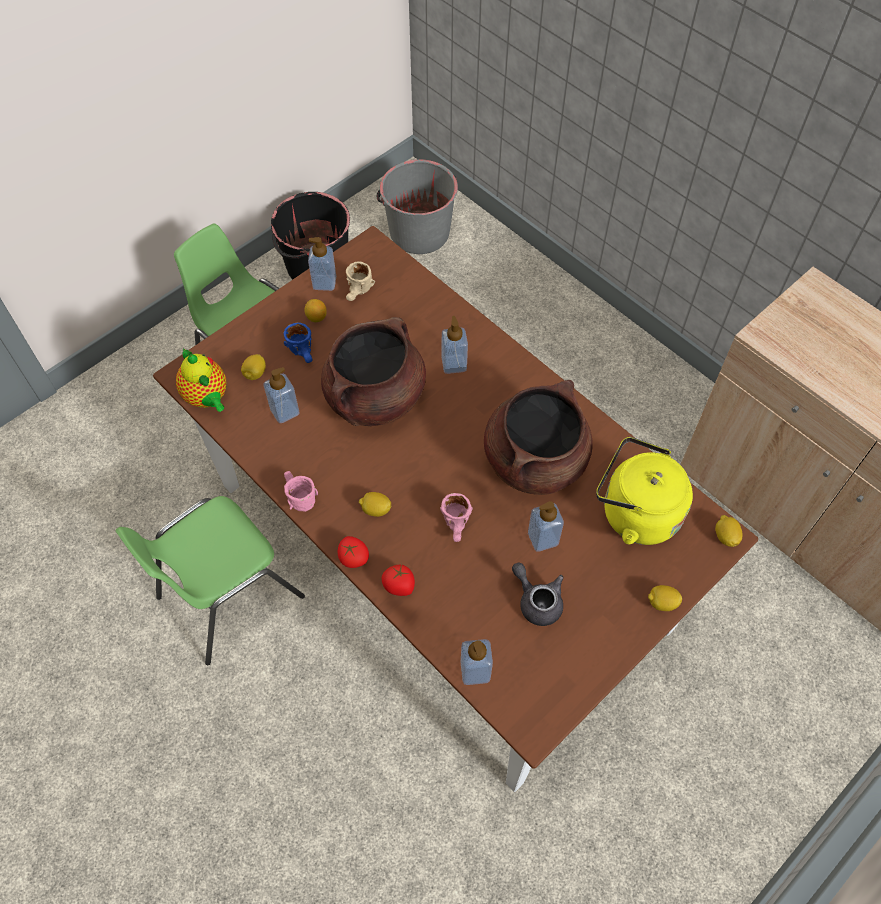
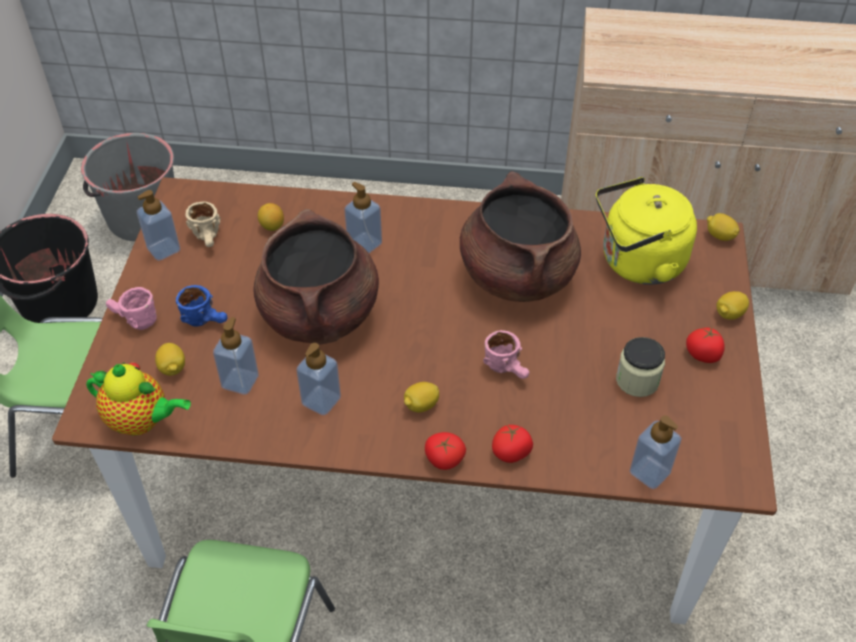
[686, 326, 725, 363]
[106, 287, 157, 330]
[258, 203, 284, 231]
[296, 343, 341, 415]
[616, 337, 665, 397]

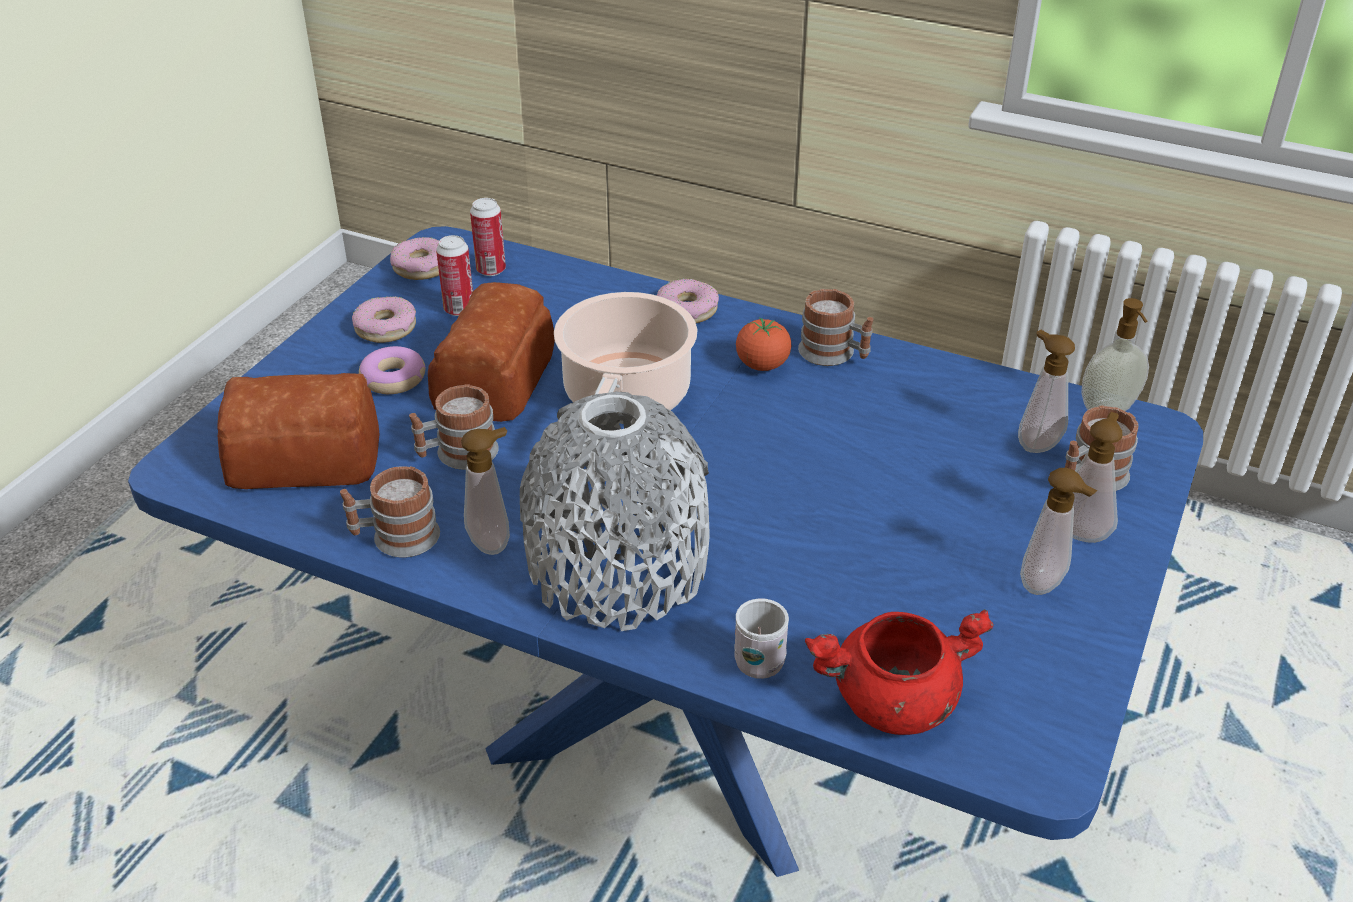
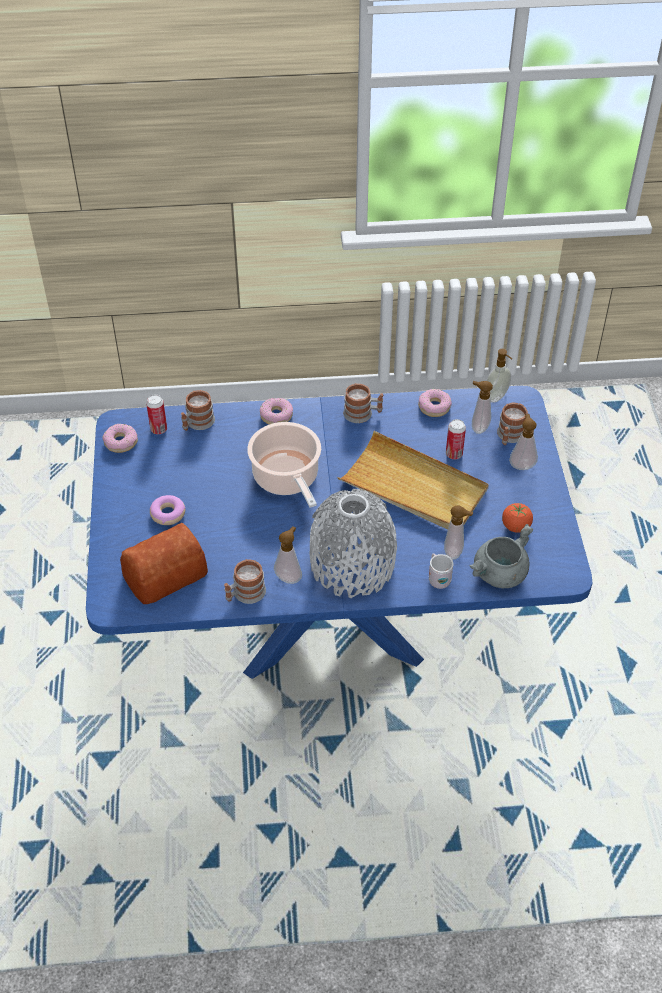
[428, 282, 555, 422] (first image)
[338, 431, 489, 530]
[418, 389, 452, 417]
[181, 390, 215, 431]
[446, 419, 466, 459]
[502, 503, 533, 533]
[444, 506, 473, 560]
[470, 524, 533, 588]

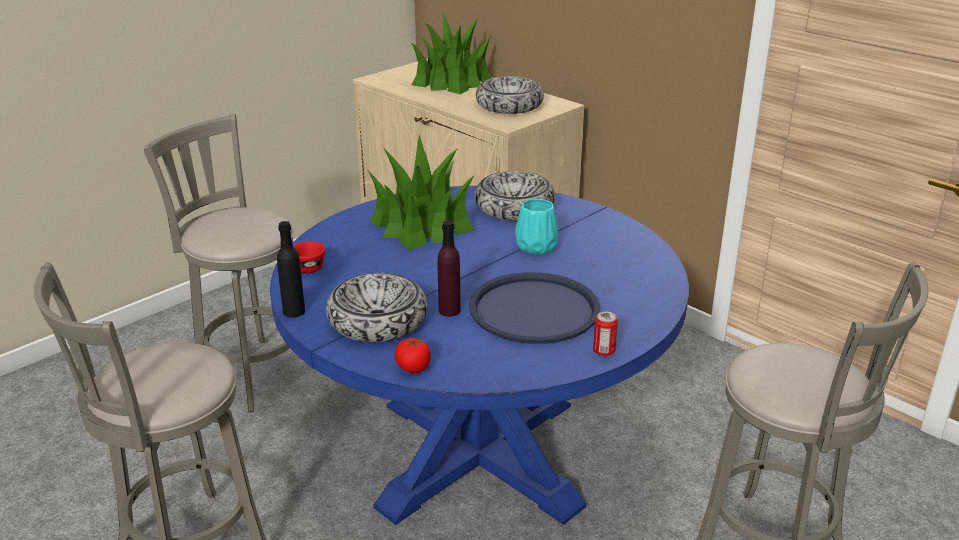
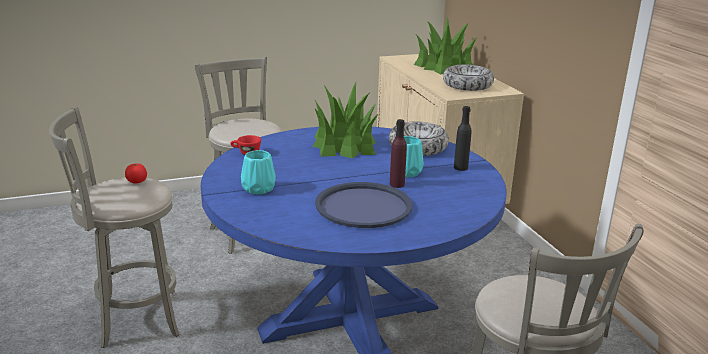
[593, 311, 618, 356] (first image)
[454, 106, 471, 171]
[125, 164, 147, 184]
[390, 119, 407, 188]
[241, 150, 276, 194]

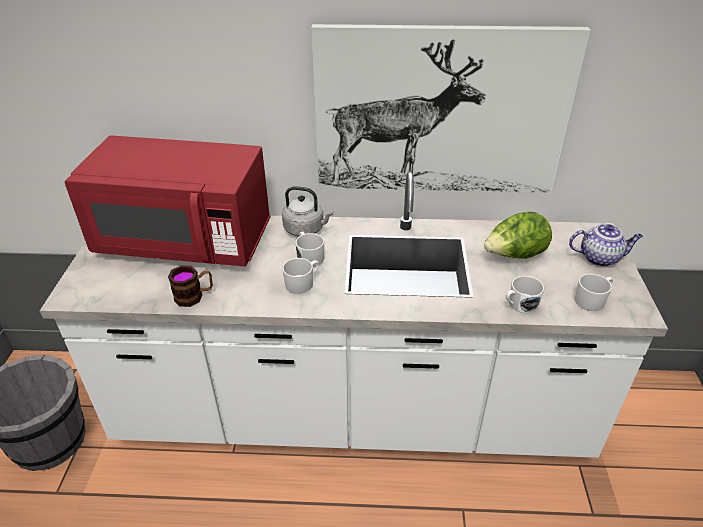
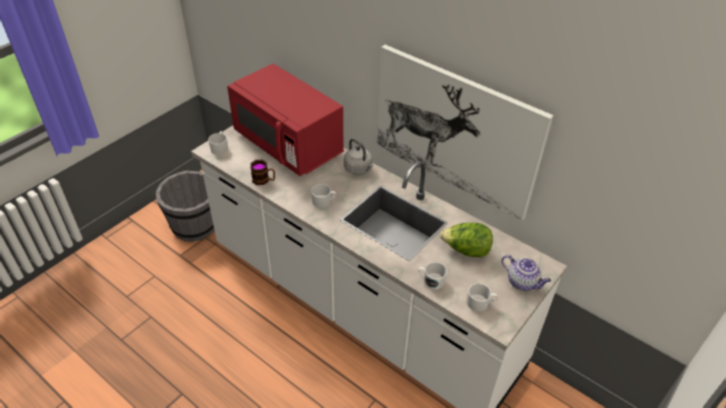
[208, 131, 228, 155]

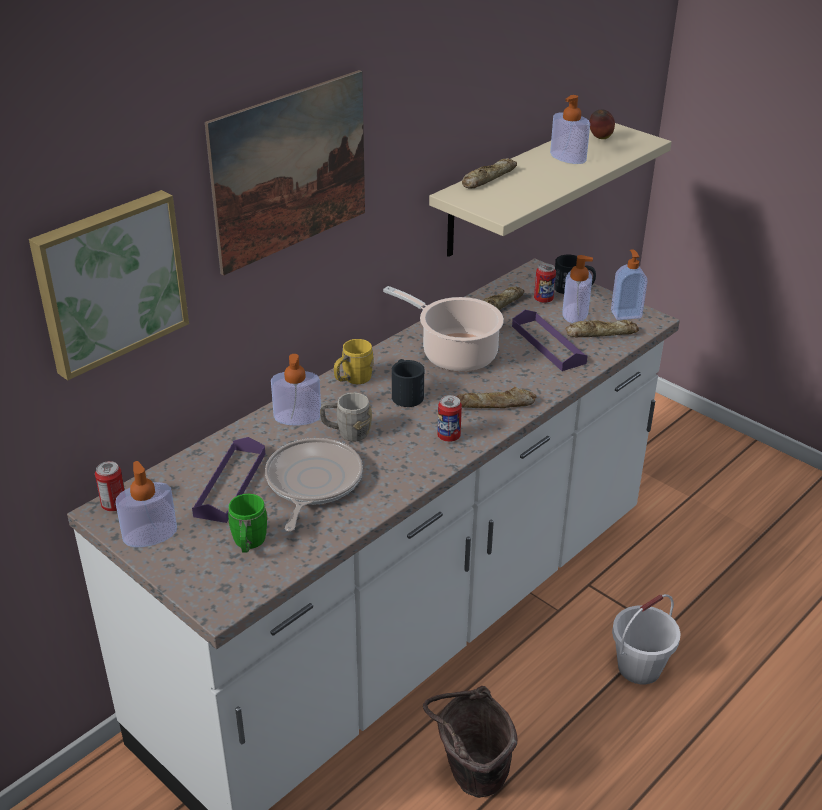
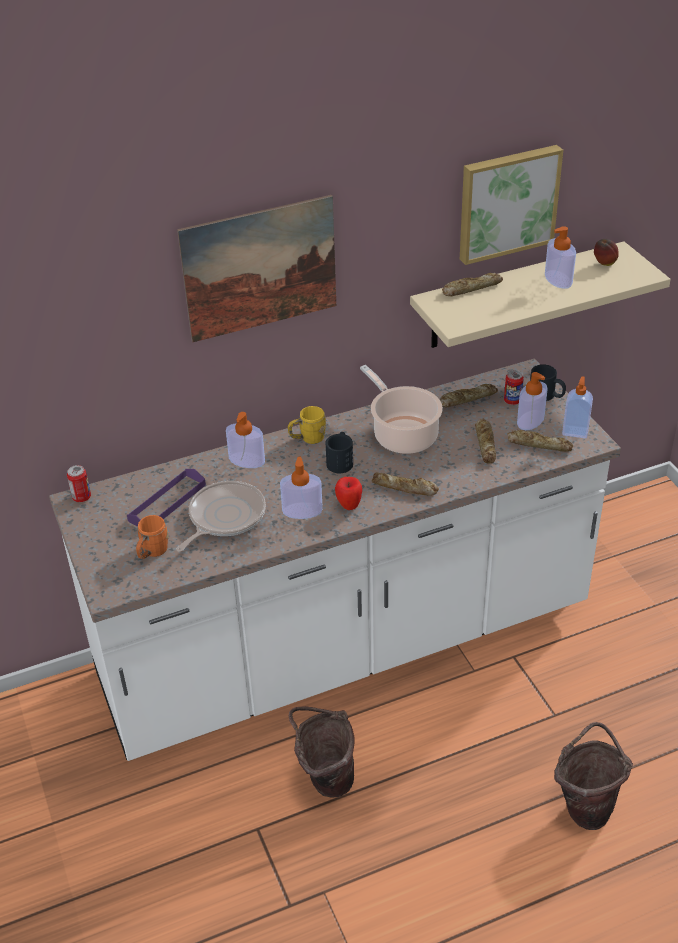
[320, 393, 372, 442] (first image)
[612, 594, 681, 684] (first image)
[554, 722, 633, 830]
[460, 145, 563, 265]
[280, 457, 323, 519]
[335, 477, 362, 510]
[475, 419, 496, 464]
[136, 515, 169, 559]

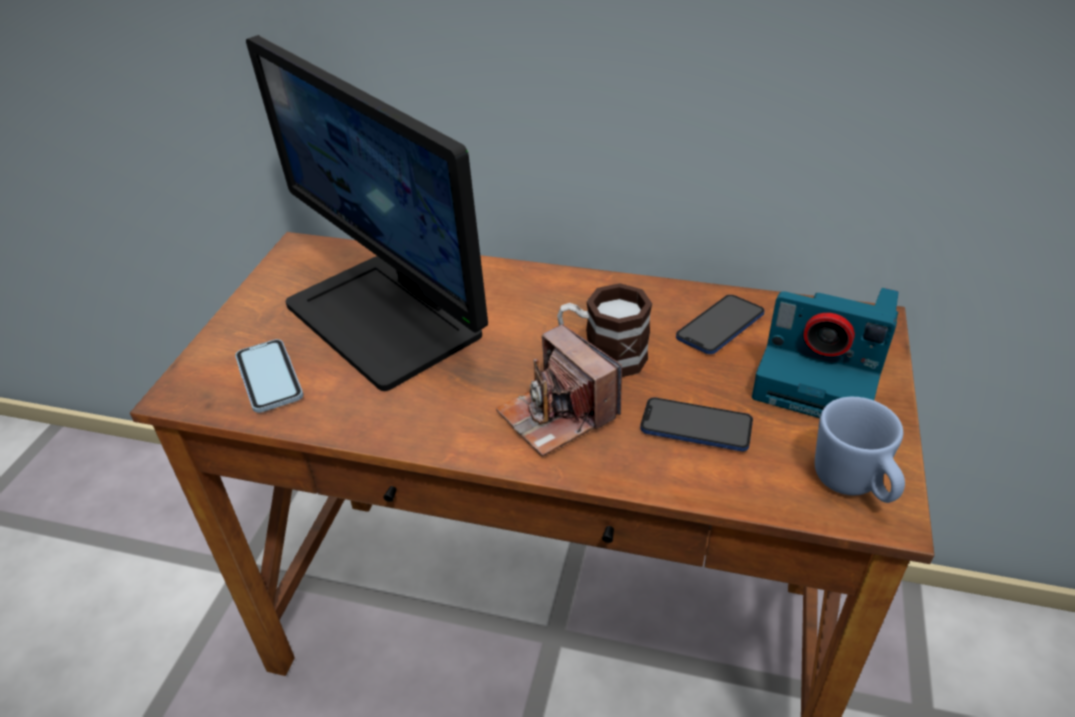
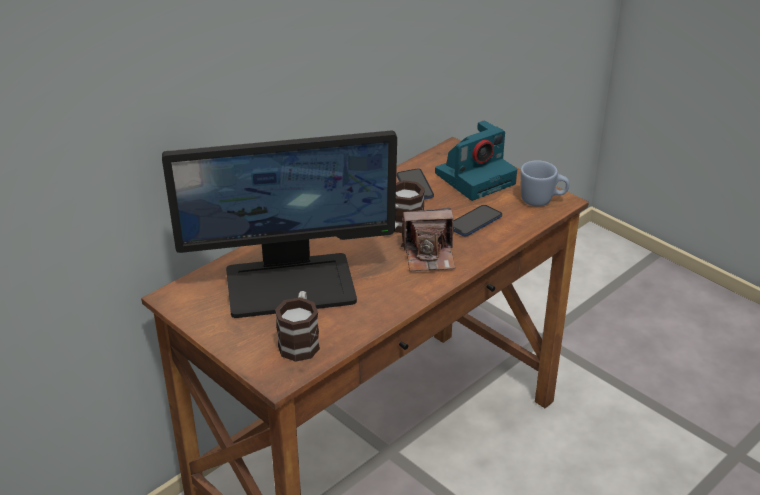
[275, 291, 320, 362]

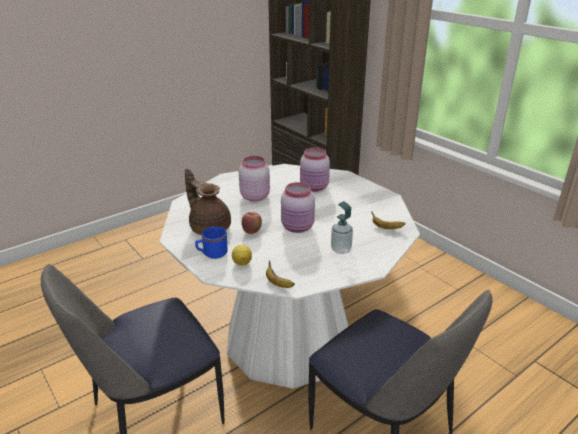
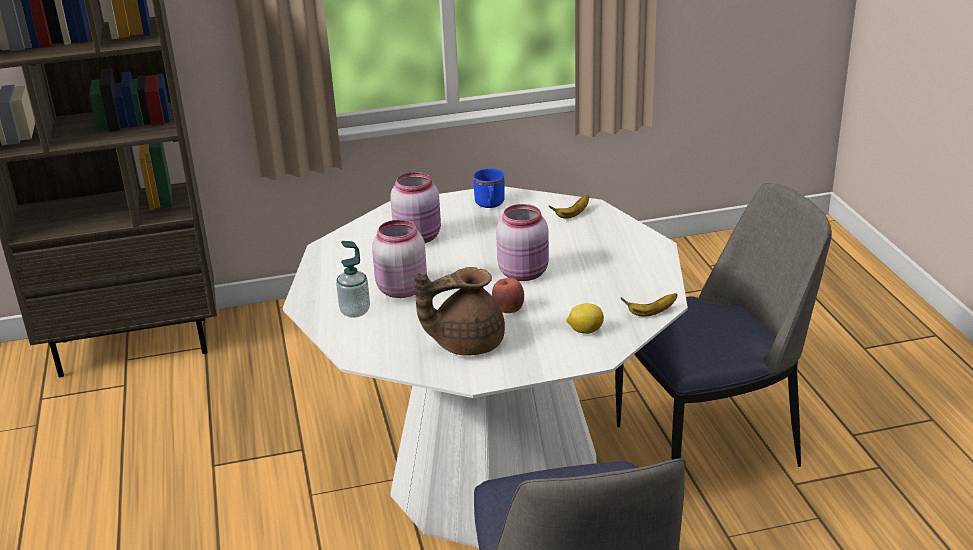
[473, 168, 505, 208]
[336, 241, 370, 318]

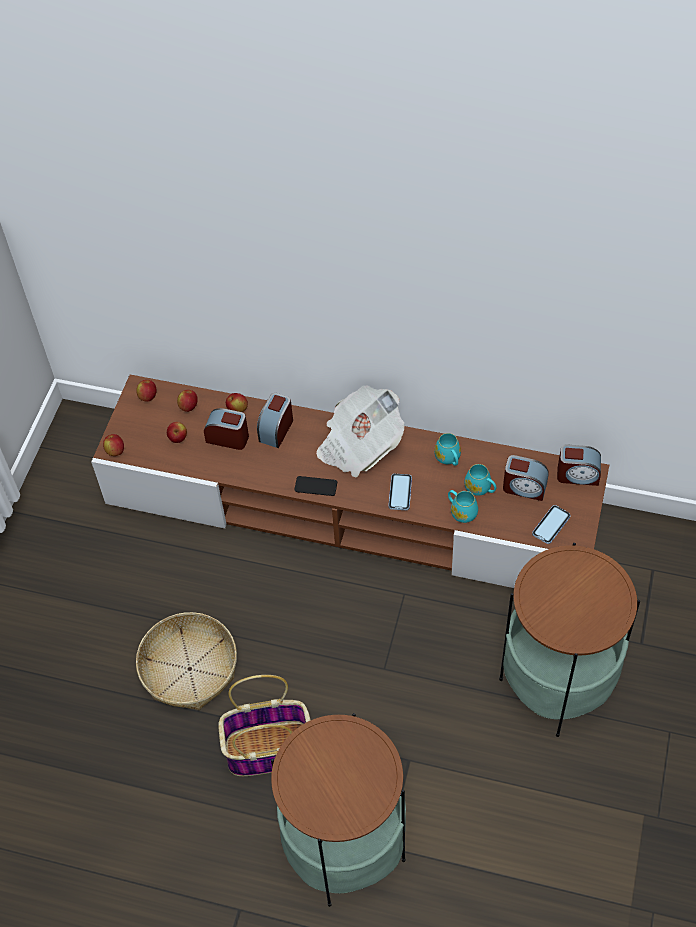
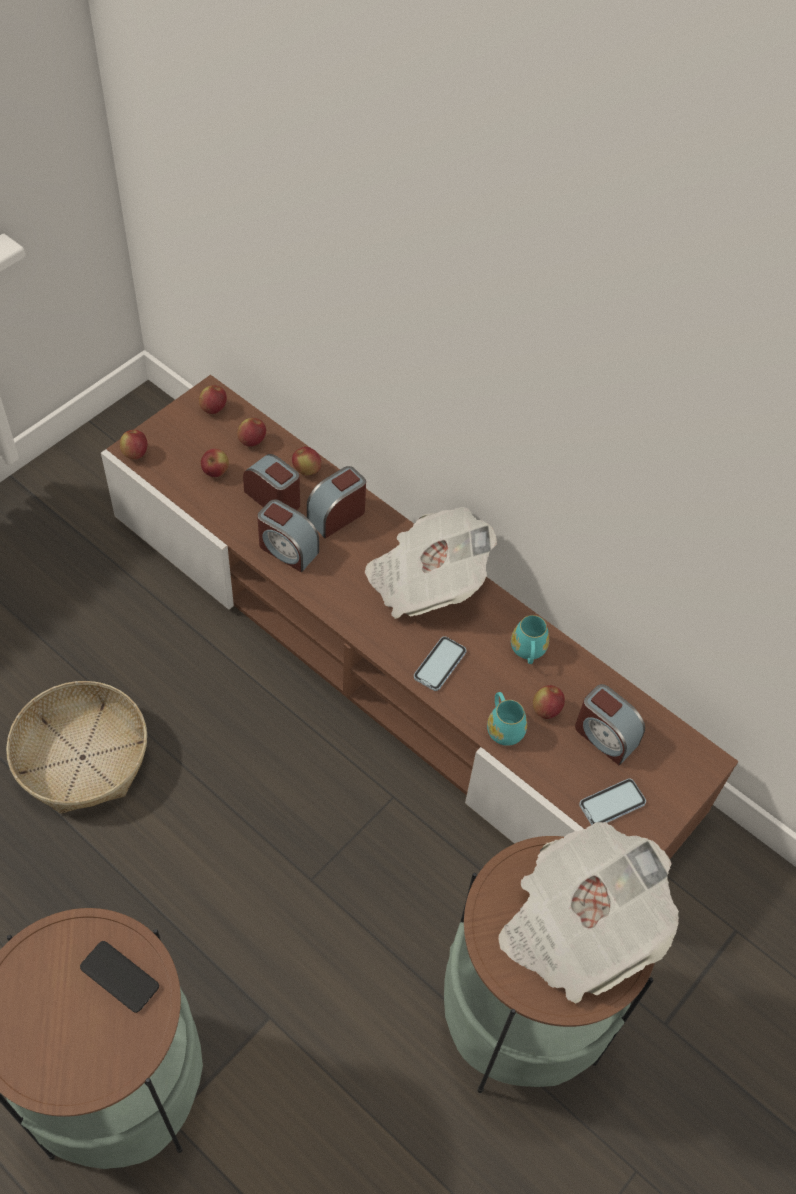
[218, 675, 310, 776] (first image)
[498, 822, 679, 1004]
[80, 941, 159, 1013]
[257, 500, 319, 572]
[533, 685, 565, 719]

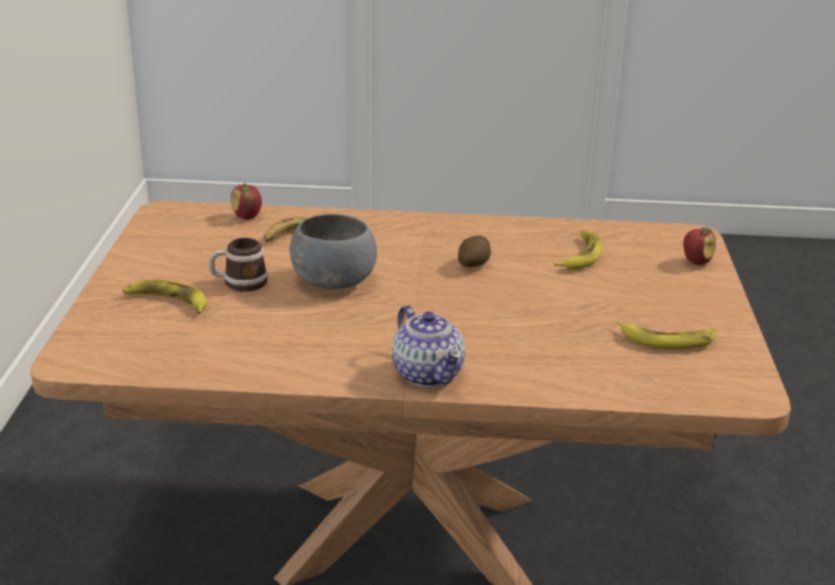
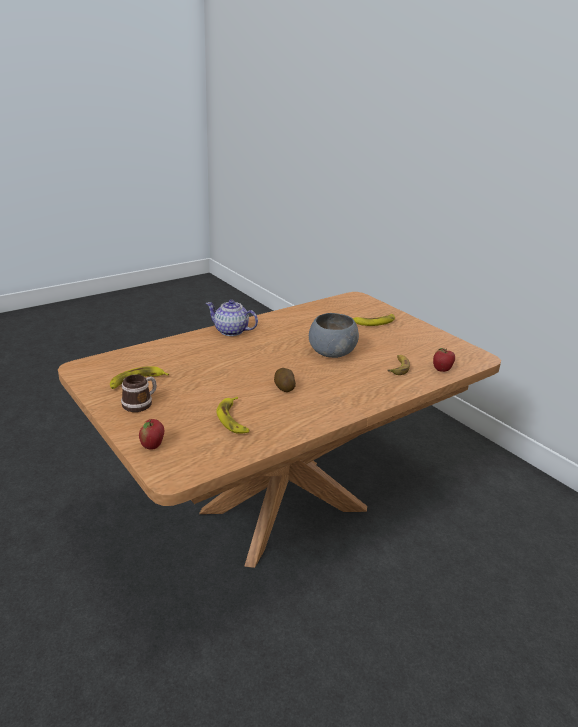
[121, 375, 157, 412]

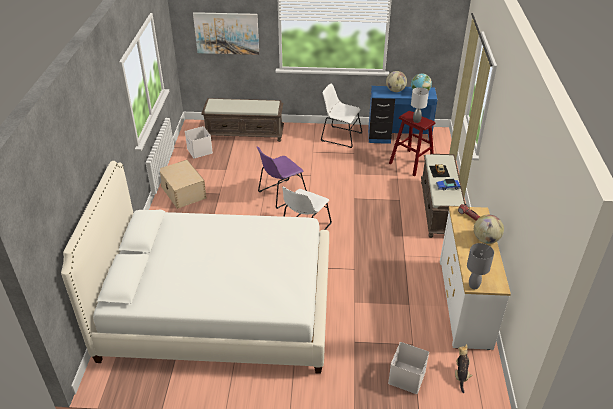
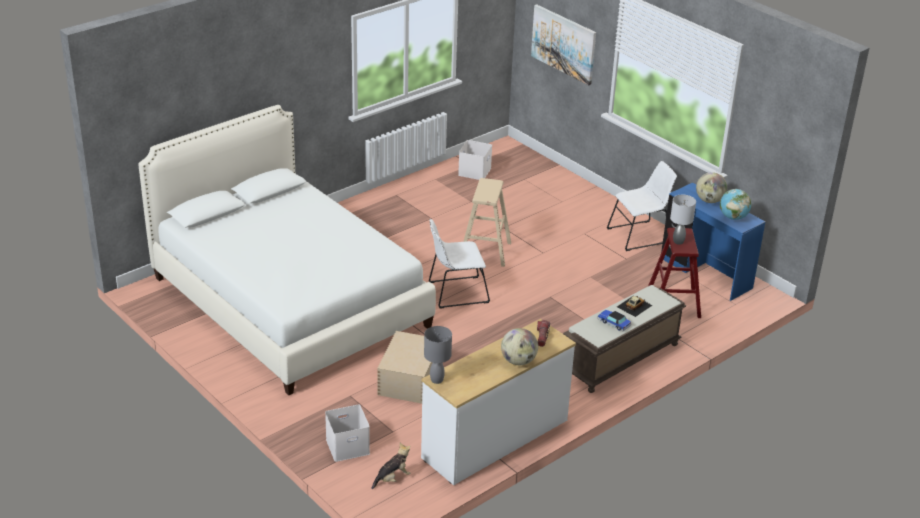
[201, 98, 284, 142] (first image)
[377, 331, 433, 404]
[463, 178, 511, 267]
[607, 161, 677, 251]

